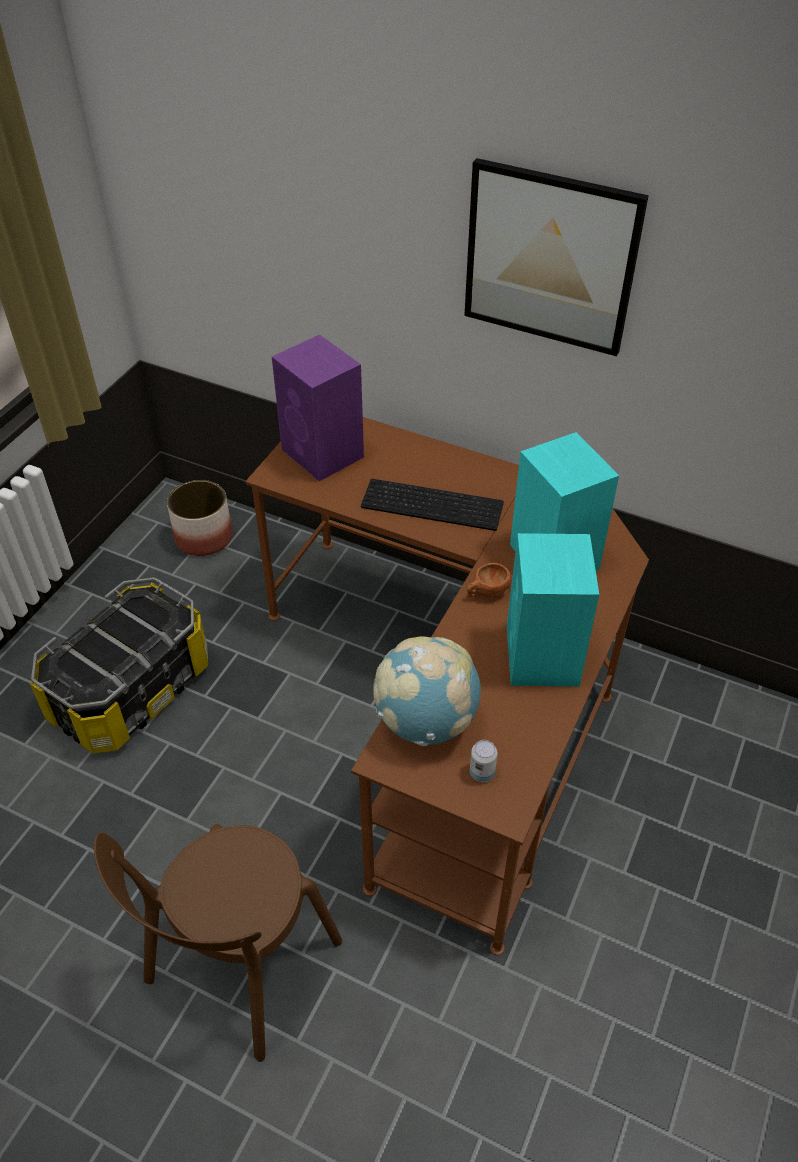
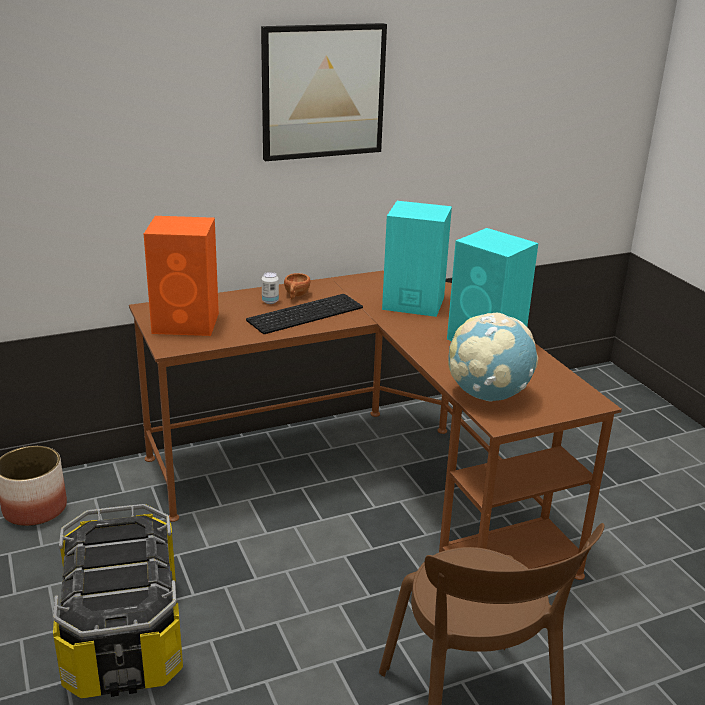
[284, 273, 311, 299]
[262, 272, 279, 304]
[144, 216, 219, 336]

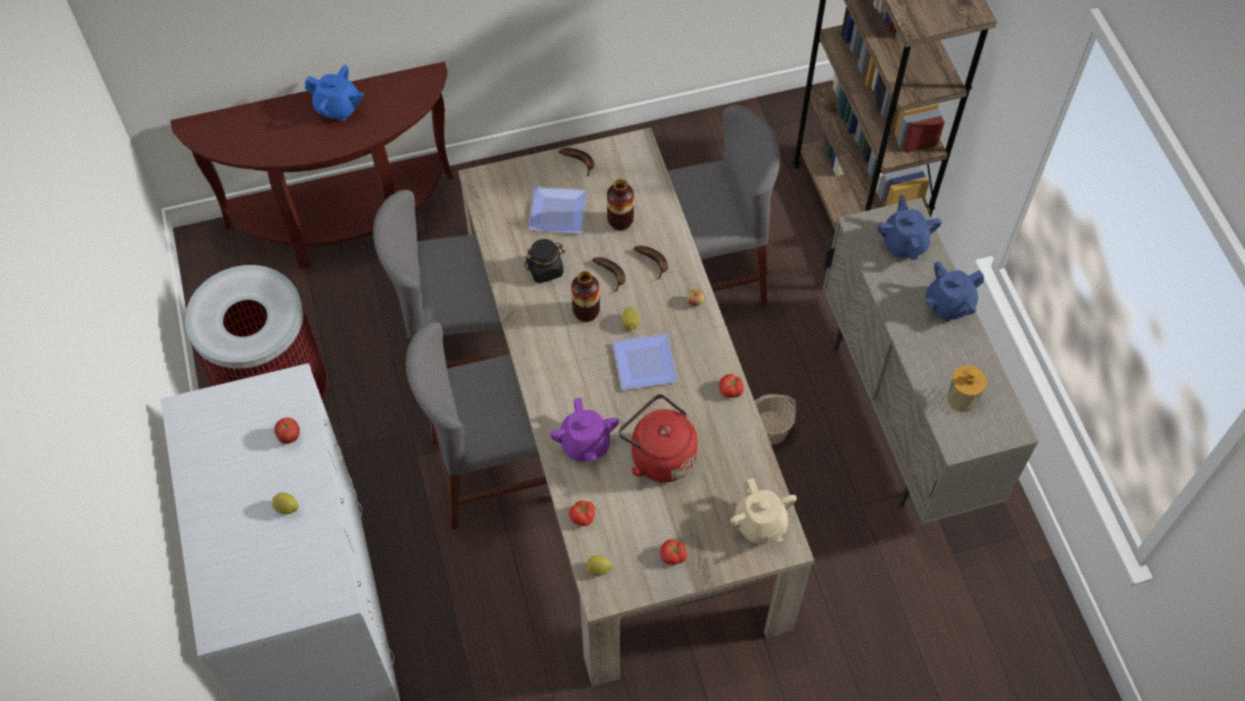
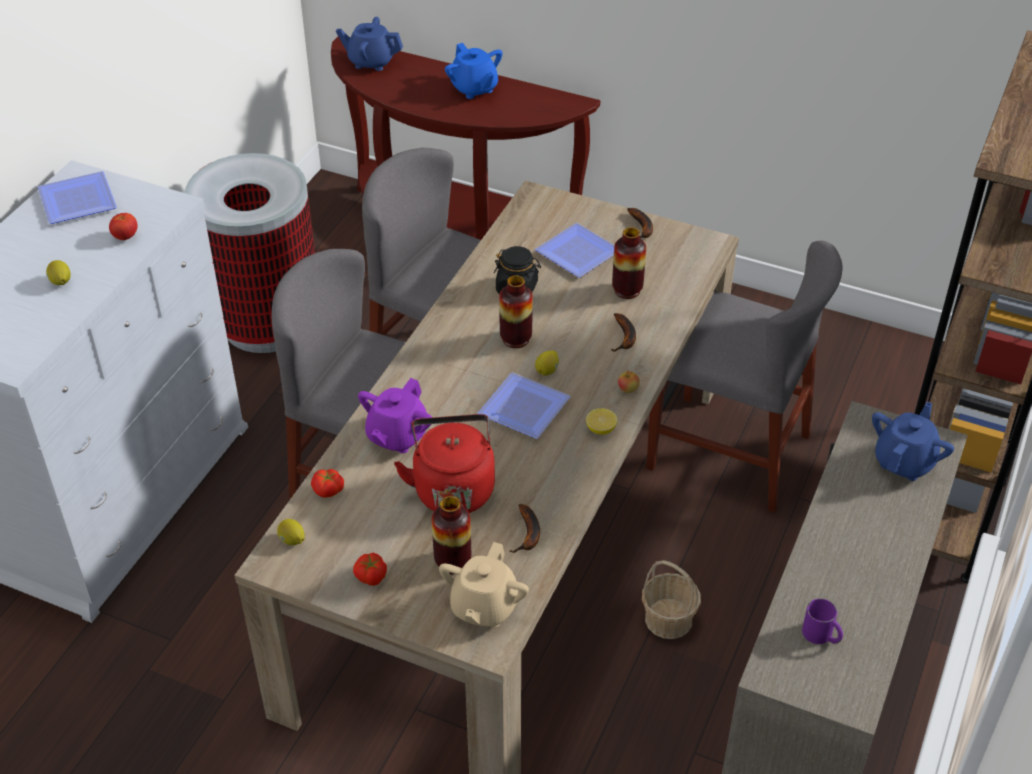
[719, 374, 744, 398] (first image)
[38, 171, 117, 224]
[432, 496, 471, 574]
[586, 408, 618, 435]
[509, 504, 540, 553]
[336, 17, 403, 71]
[802, 598, 843, 644]

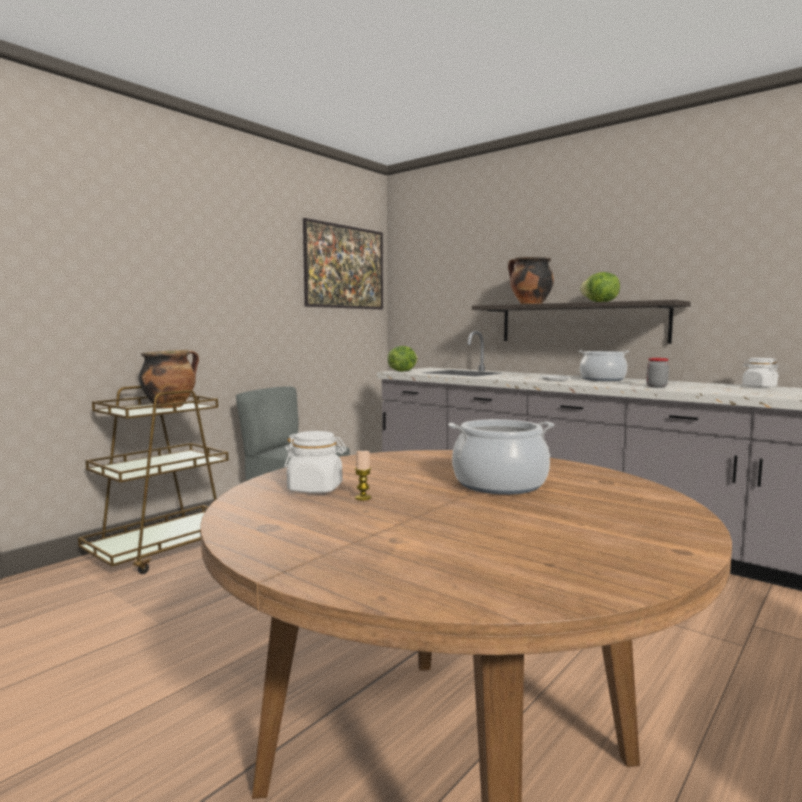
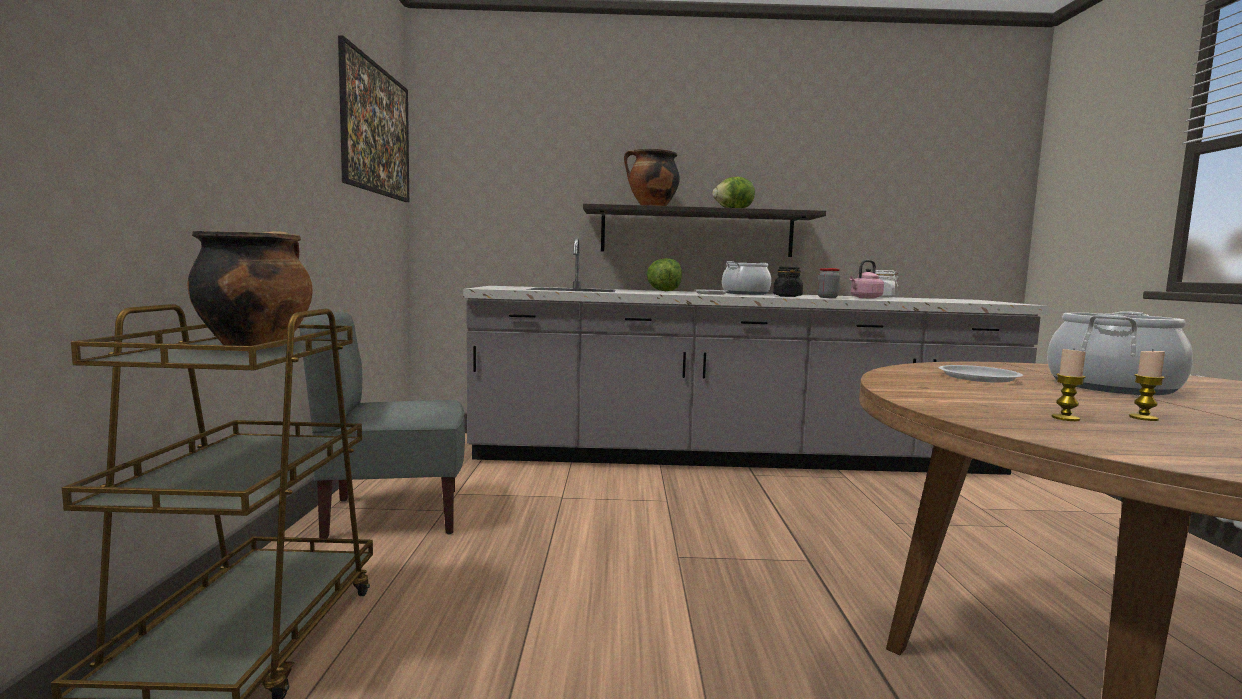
[773, 267, 803, 297]
[849, 260, 884, 299]
[938, 365, 1023, 382]
[647, 258, 682, 291]
[1052, 348, 1086, 421]

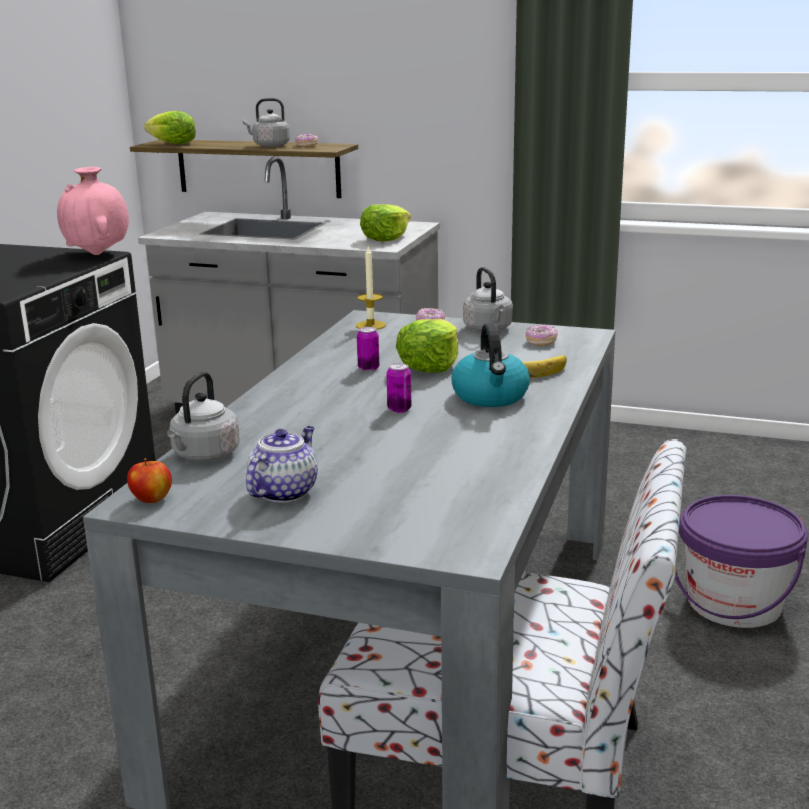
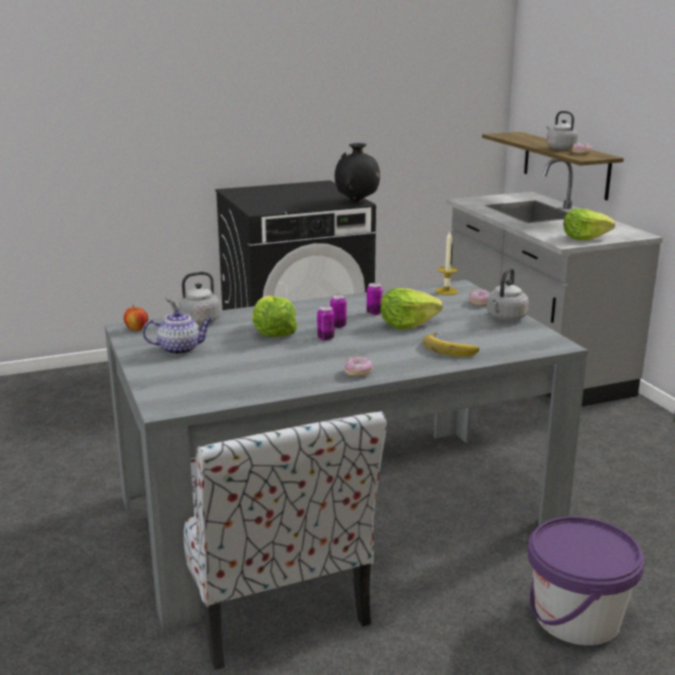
[452, 323, 530, 407] (first image)
[330, 295, 347, 328]
[252, 296, 298, 337]
[344, 356, 373, 377]
[335, 143, 380, 202]

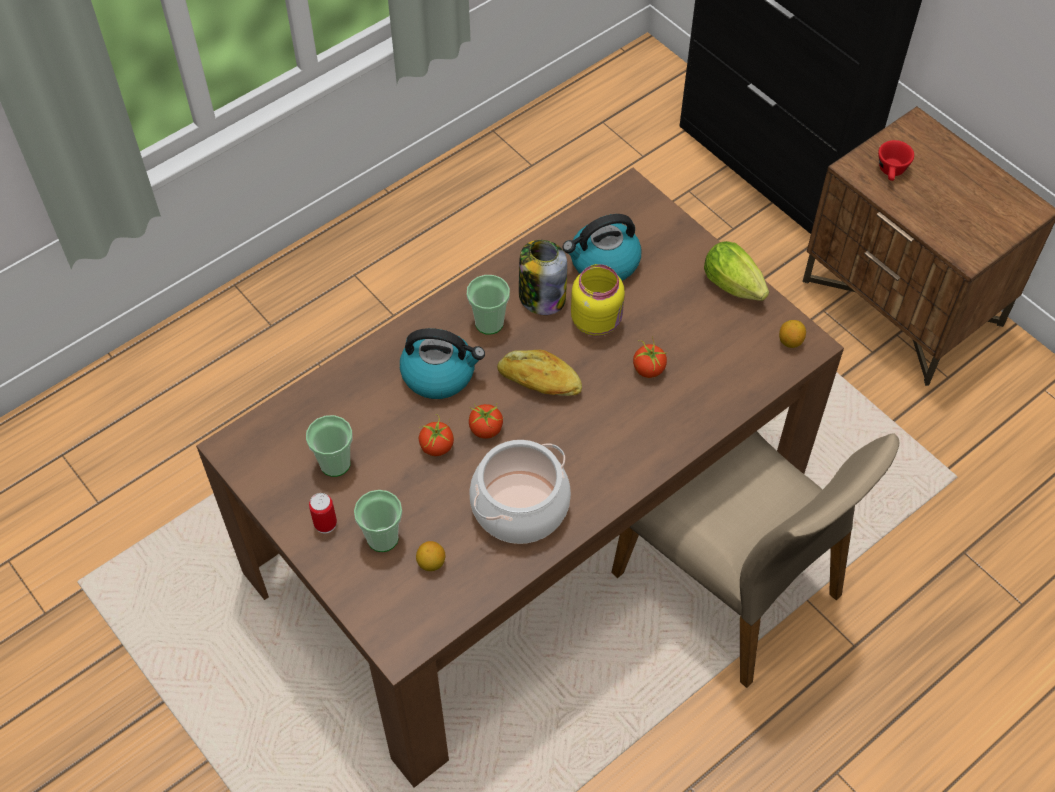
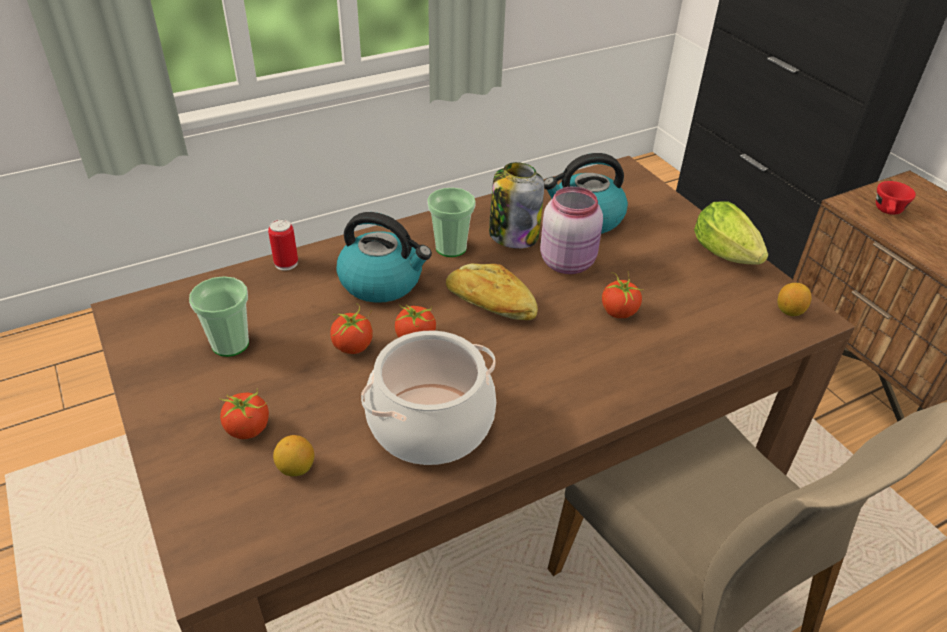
[268, 219, 298, 271]
[219, 389, 269, 439]
[540, 186, 603, 274]

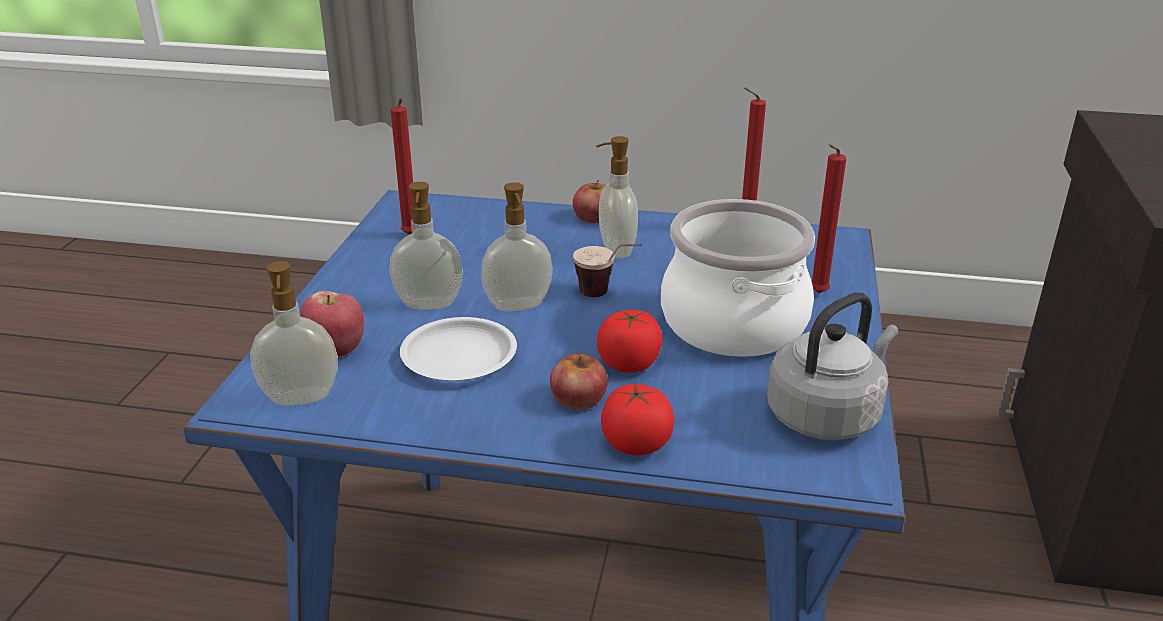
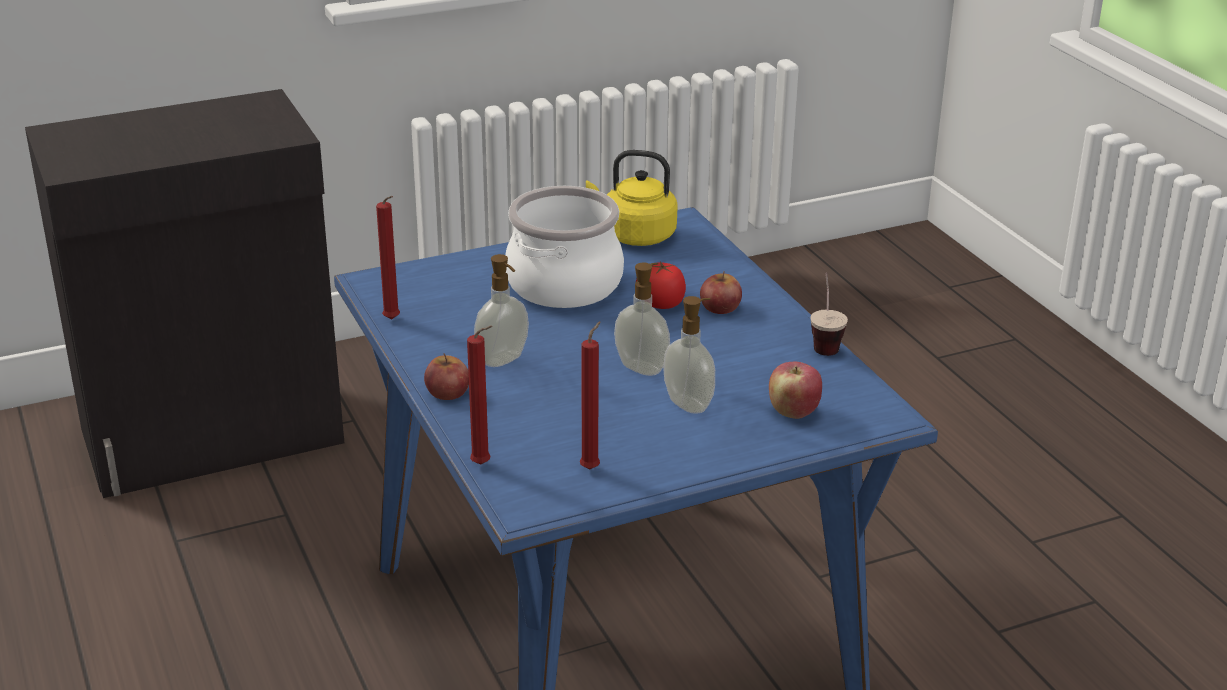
[250, 261, 338, 406] (first image)
[400, 317, 517, 381] (first image)
[601, 384, 674, 455] (first image)
[810, 273, 848, 356]
[467, 326, 493, 465]
[586, 150, 678, 246]

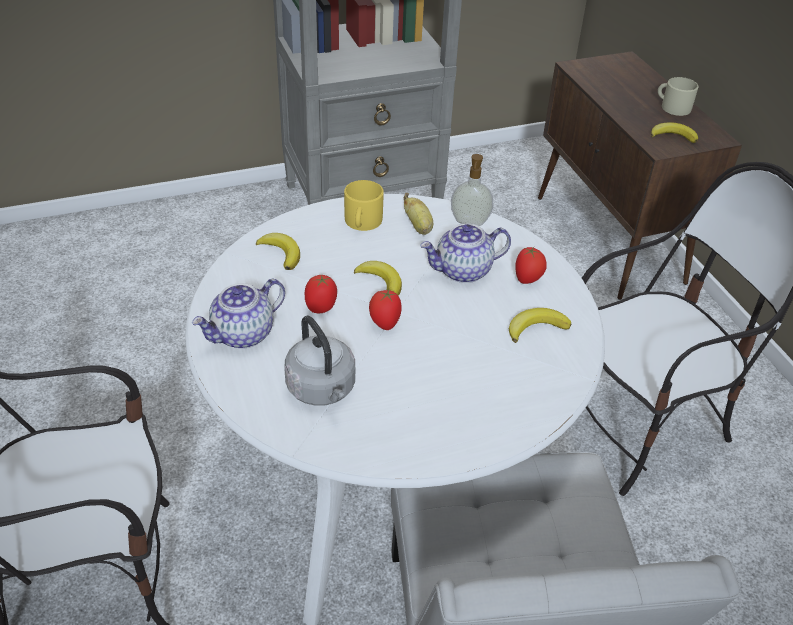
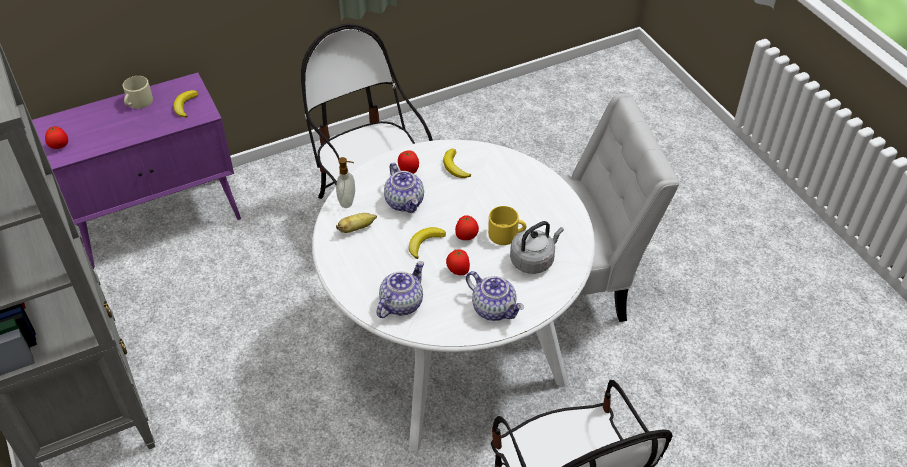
[45, 126, 68, 149]
[488, 206, 526, 245]
[377, 261, 424, 318]
[32, 72, 241, 269]

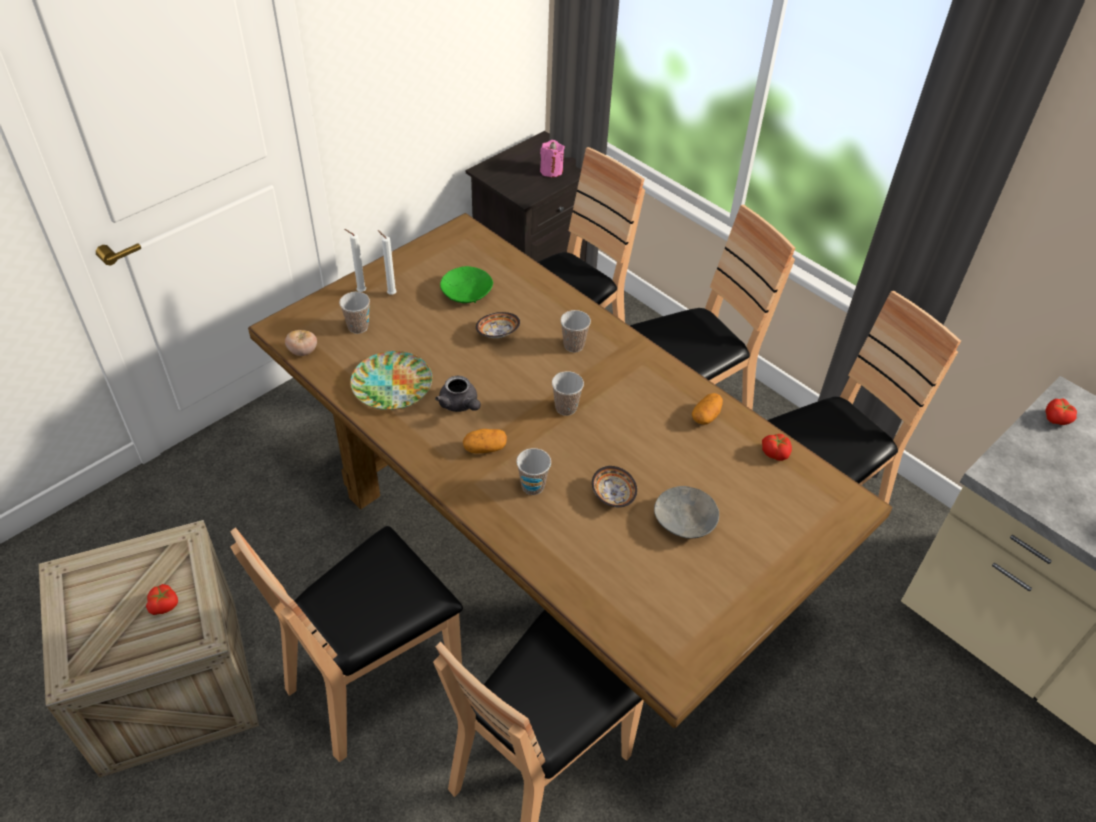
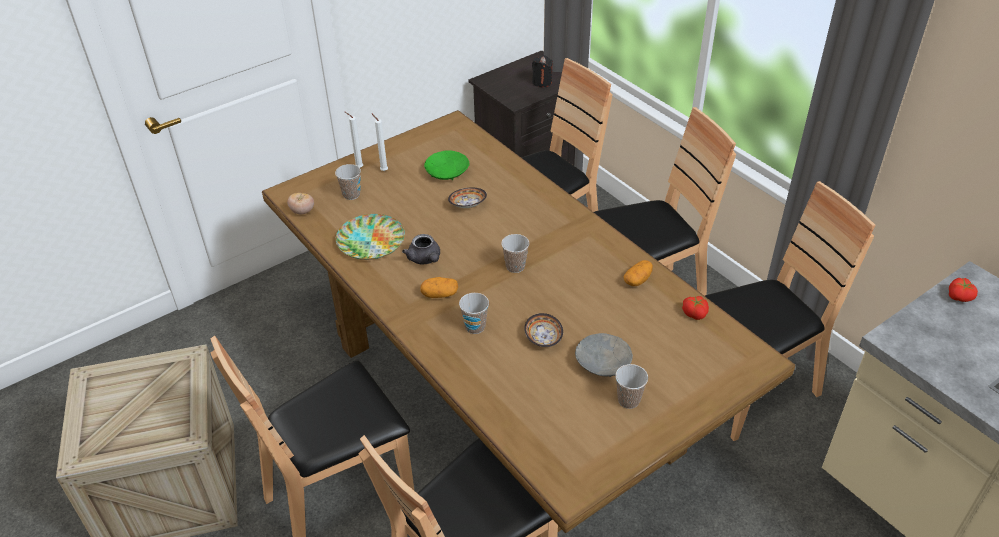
[146, 584, 178, 615] (first image)
[615, 364, 648, 409]
[532, 55, 553, 87]

